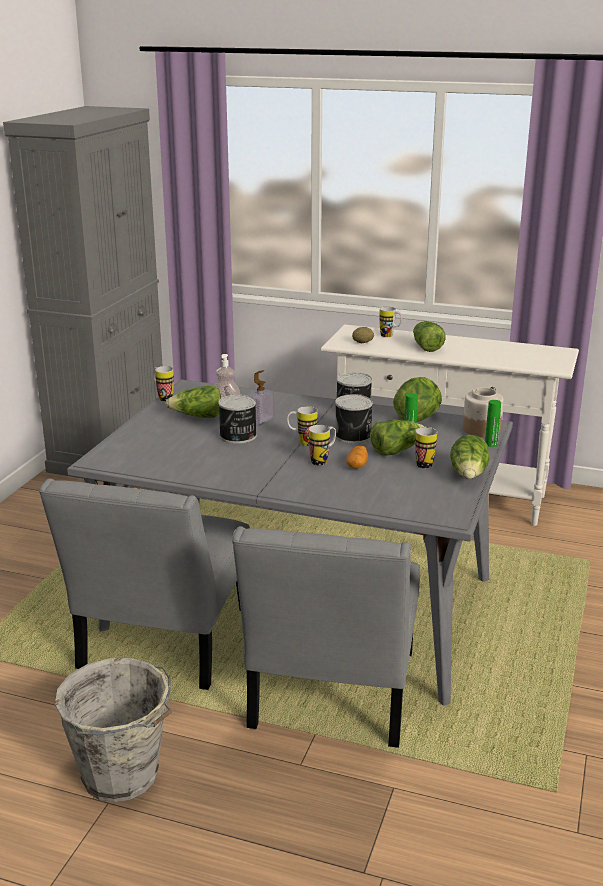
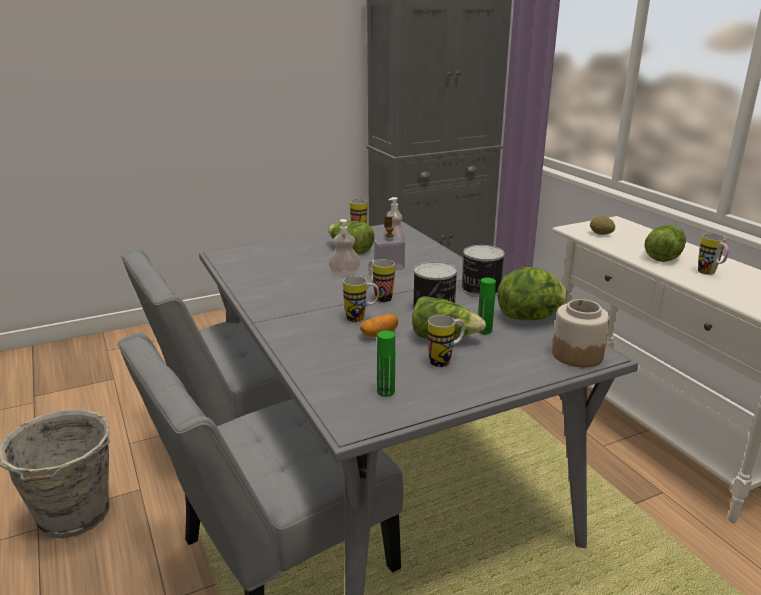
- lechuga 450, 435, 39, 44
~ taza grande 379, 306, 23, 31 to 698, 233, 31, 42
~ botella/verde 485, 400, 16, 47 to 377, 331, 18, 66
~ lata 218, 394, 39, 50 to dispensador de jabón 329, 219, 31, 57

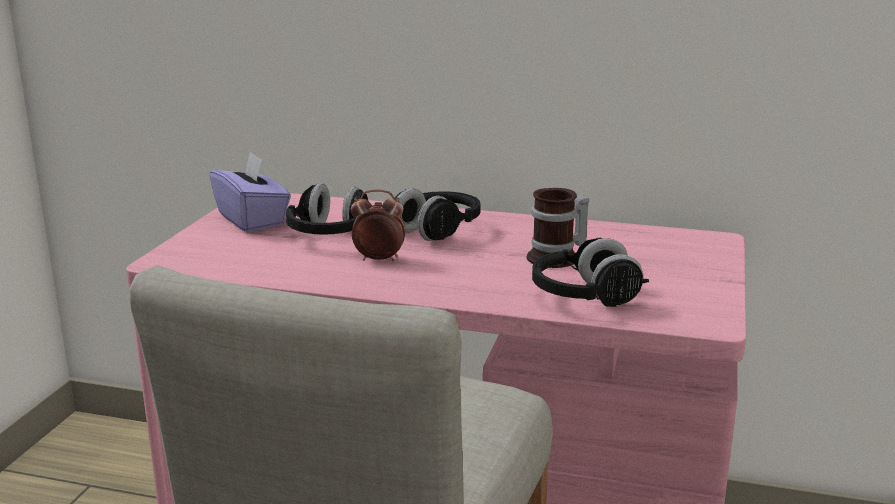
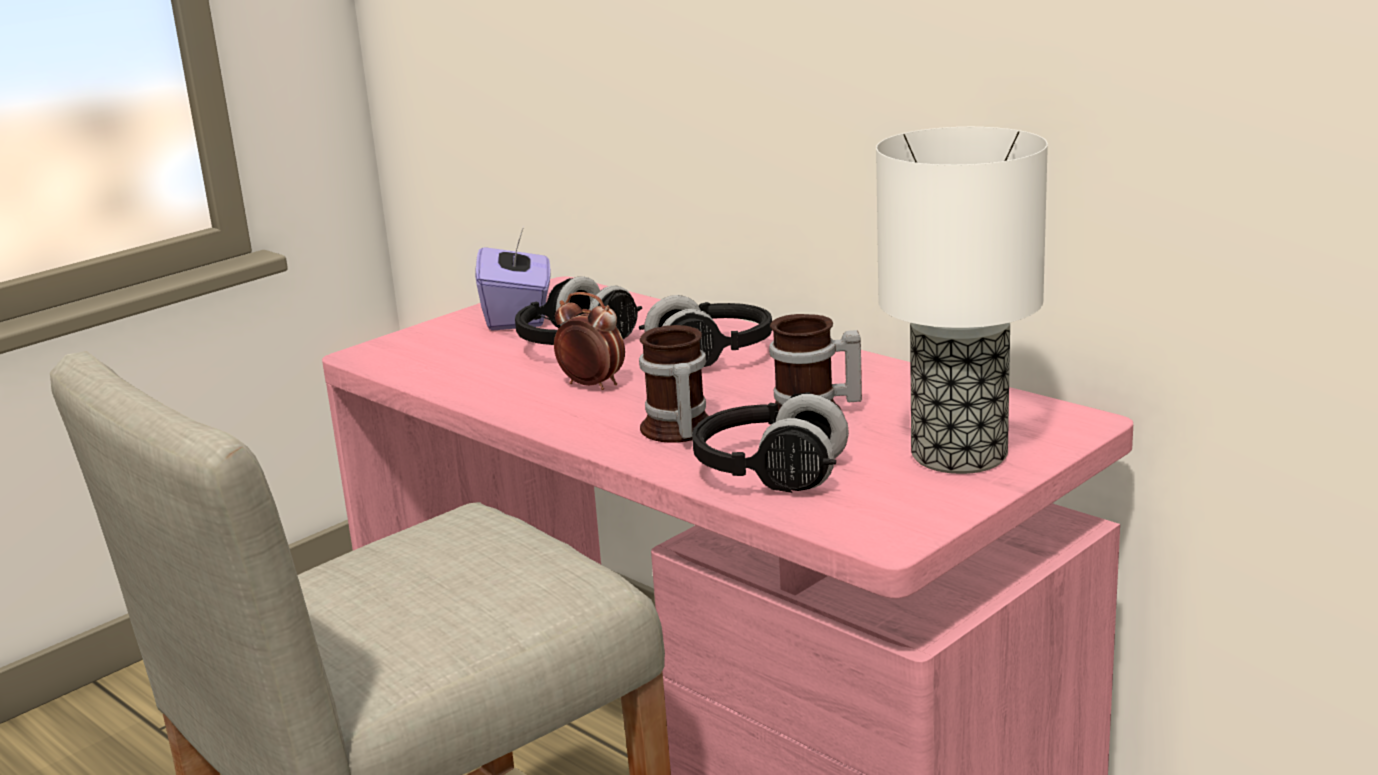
+ taza grande 639, 325, 69, 118
+ lámpara de mesa 876, 127, 172, 347

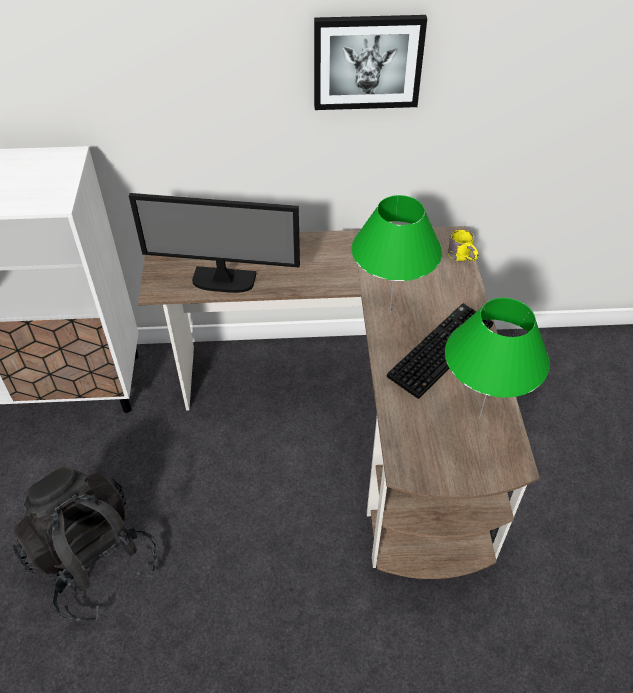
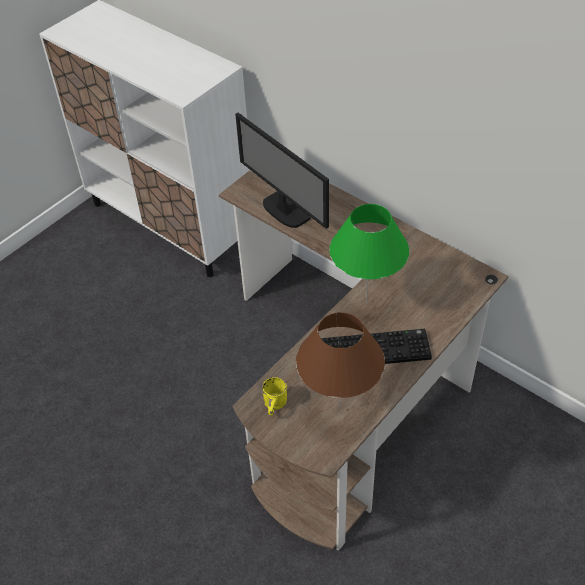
- mochila/negro 13, 467, 145, 154
- cuadro 314, 15, 113, 95
~ taza grande/amarillo 448, 229, 30, 32 to 262, 377, 25, 38
~ lámpara de mesa/verde 445, 298, 105, 121 to lámpara de mesa/marrón 296, 312, 89, 100

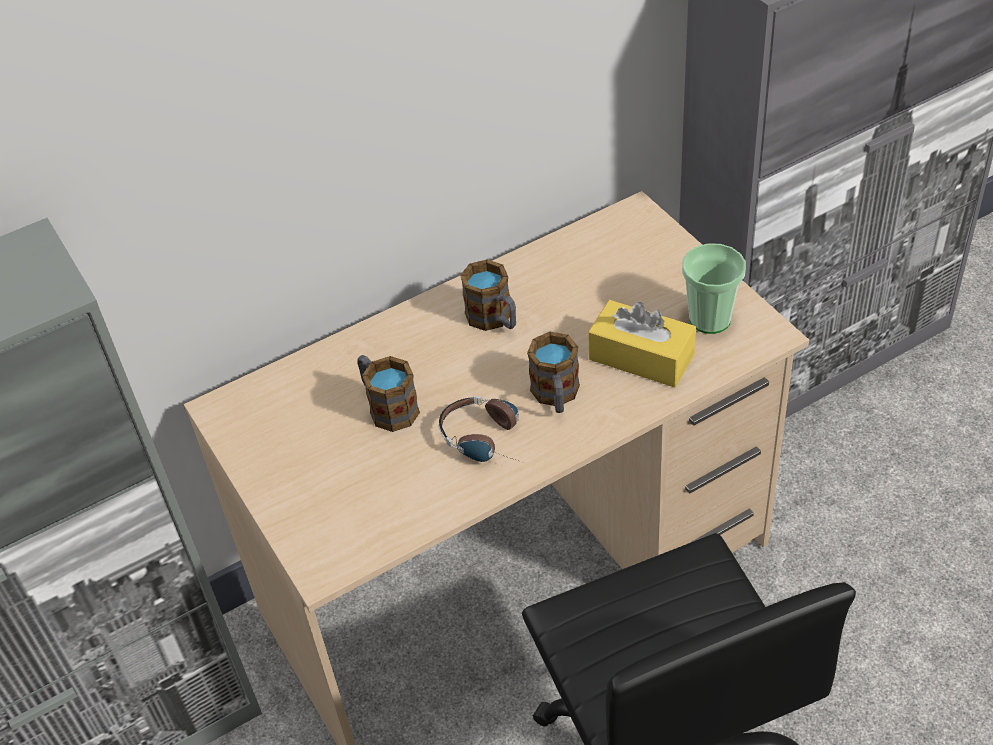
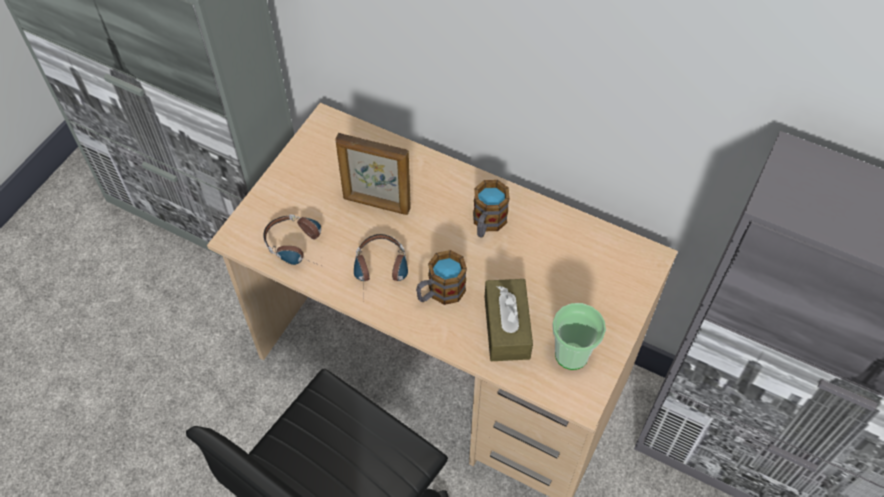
+ auriculares 263, 214, 58, 52
~ taza grande 357, 355, 63, 77 to portarretratos 335, 133, 76, 82
~ caja de pañuelos/amarillo 588, 300, 108, 87 to caja de pañuelos/marrón 485, 279, 48, 82

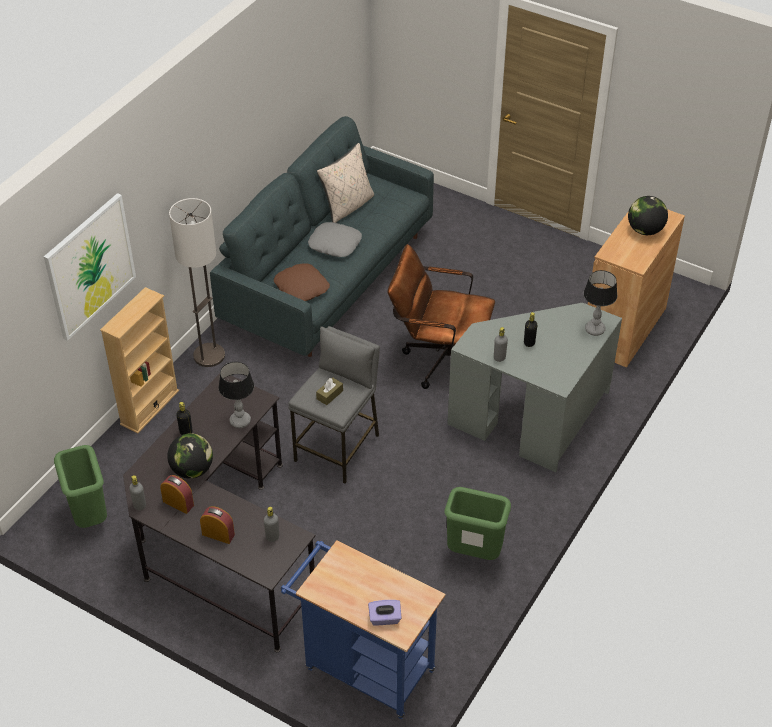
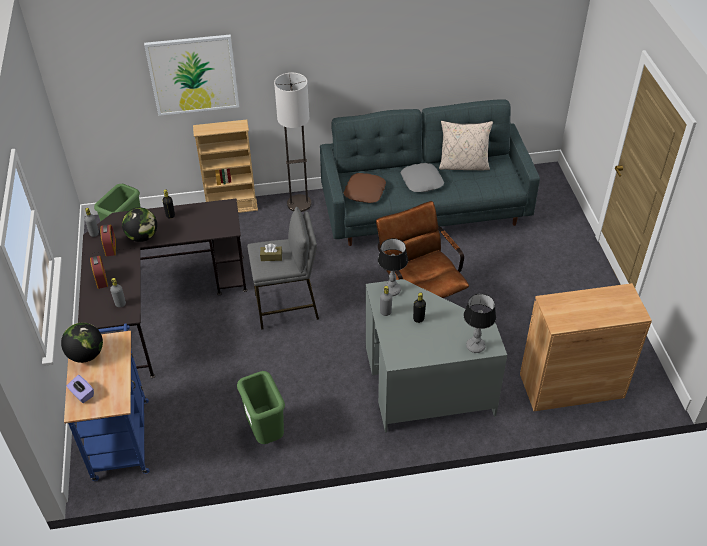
~ lámpara de mesa 218, 362, 36, 66 to 378, 238, 30, 58
~ globo terráqueo 628, 196, 40, 39 to 61, 323, 42, 40

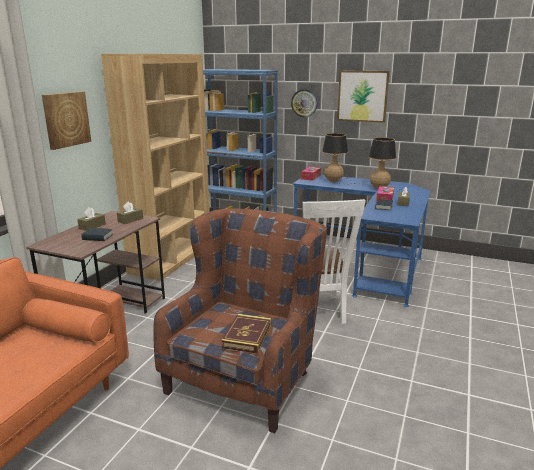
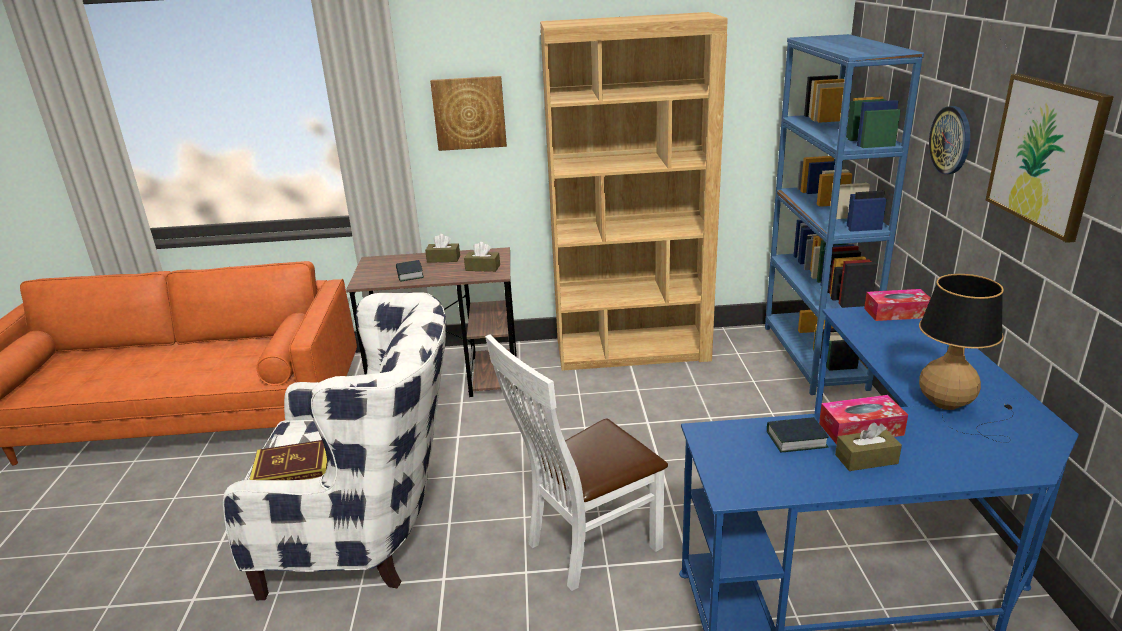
- lámpara de mesa 322, 133, 36, 52
~ sillón/marrón 154, 208, 173, 225 to sillón/blanco 223, 292, 223, 308

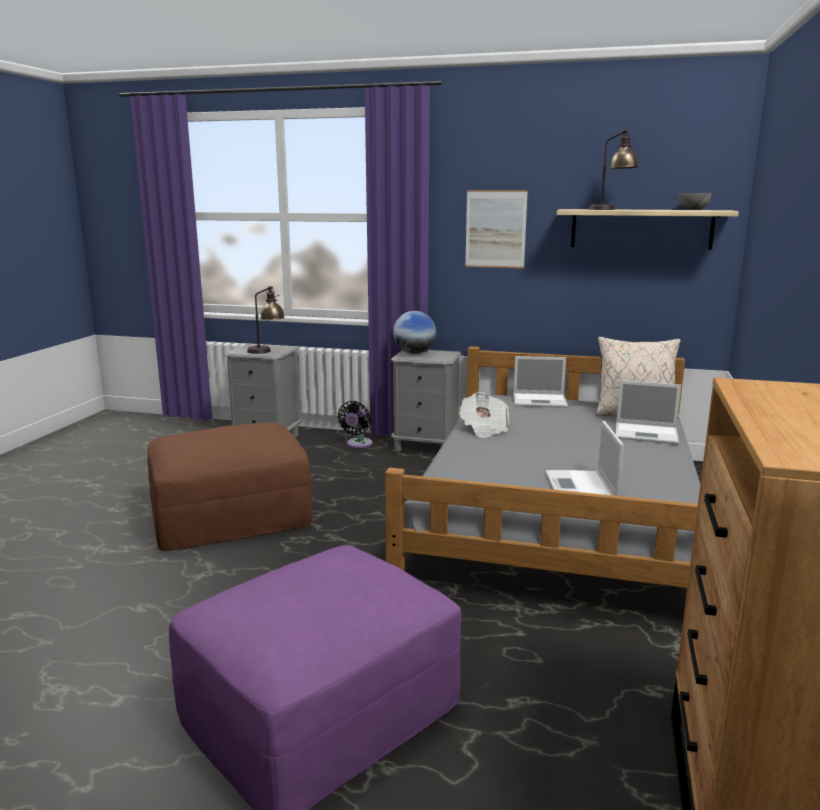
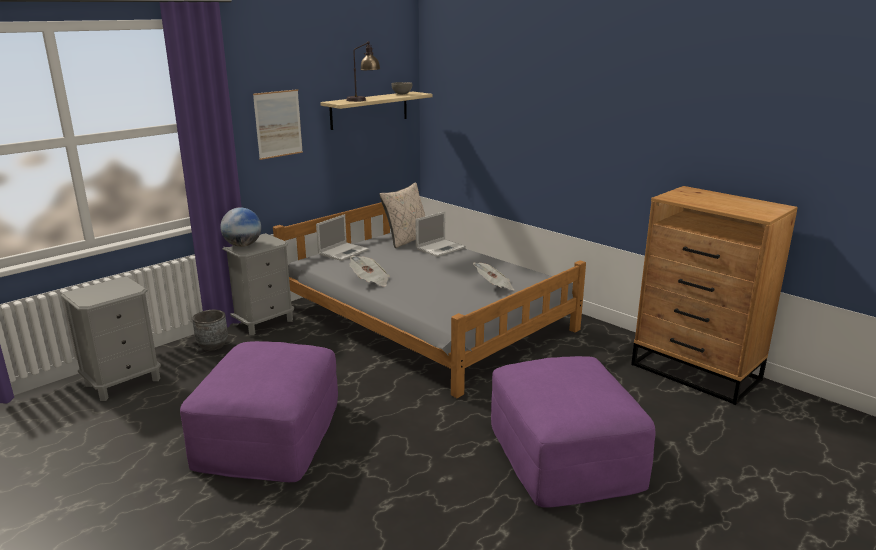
- lámpara de mesa 247, 286, 38, 68
~ ventilador/negro 338, 401, 35, 47 to maceta/gris 192, 310, 36, 41
~ portátil 545, 421, 79, 75 to periódico 473, 263, 41, 27
~ puf/marrón 147, 422, 166, 129 to puf/morado 180, 341, 158, 141

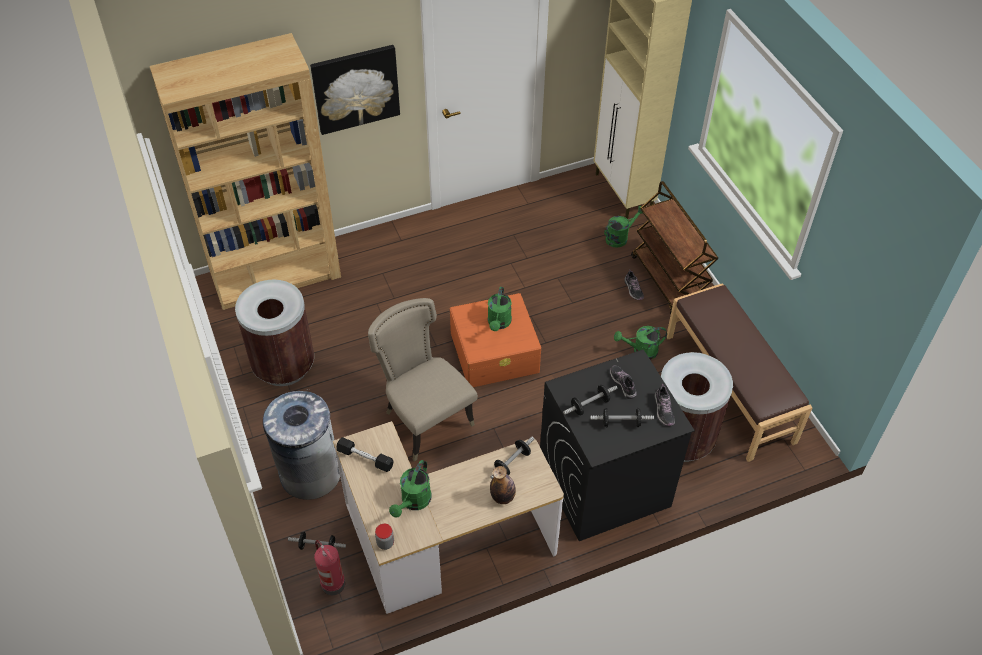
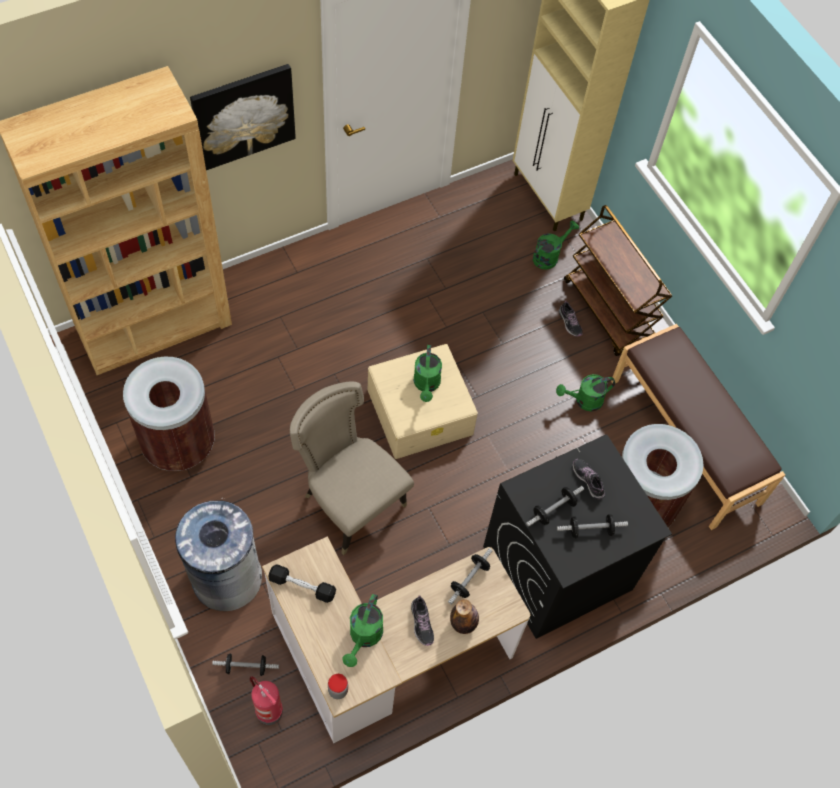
~ zapato 654, 384, 21, 42 to 411, 595, 23, 51
~ caja de almacenaje/naranja 450, 293, 91, 94 to caja de almacenaje/beis 368, 344, 110, 115

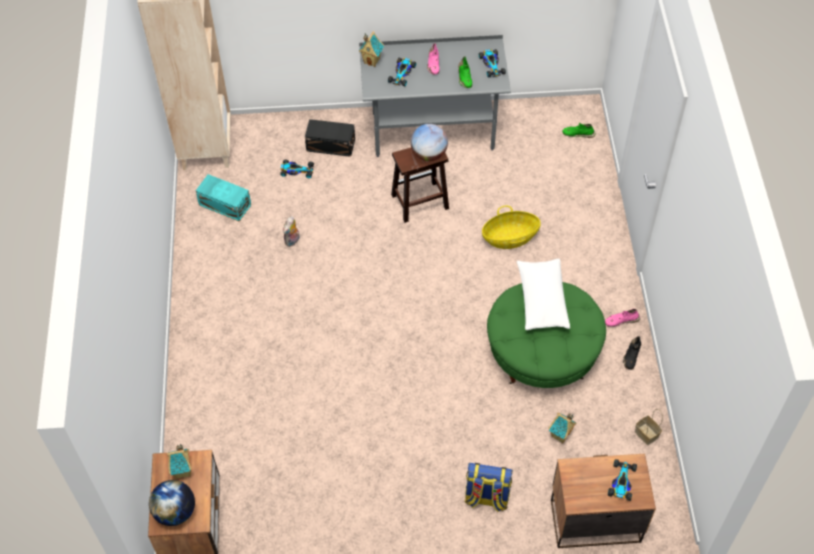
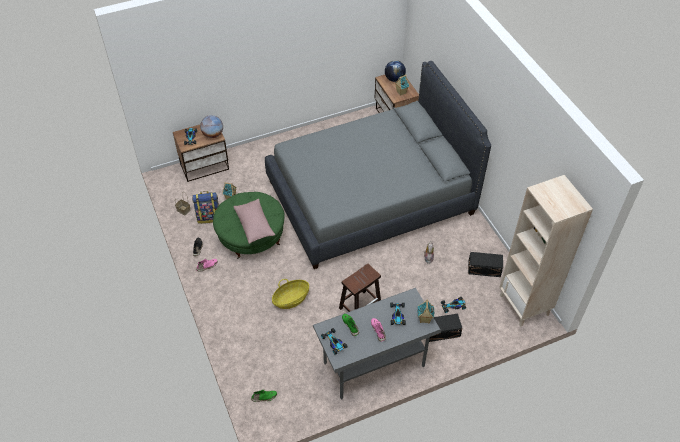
+ cama/gris 265, 61, 226, 208
~ globo terráqueo 411, 124, 37, 37 to 200, 115, 23, 23
~ mochila 465, 463, 48, 49 to 192, 191, 27, 33
~ caja de almacenaje/turquesa 196, 174, 55, 48 to caja de almacenaje/negro 468, 252, 35, 25
~ cojín/blanco 517, 259, 53, 71 to cojín/rosa 234, 199, 41, 45

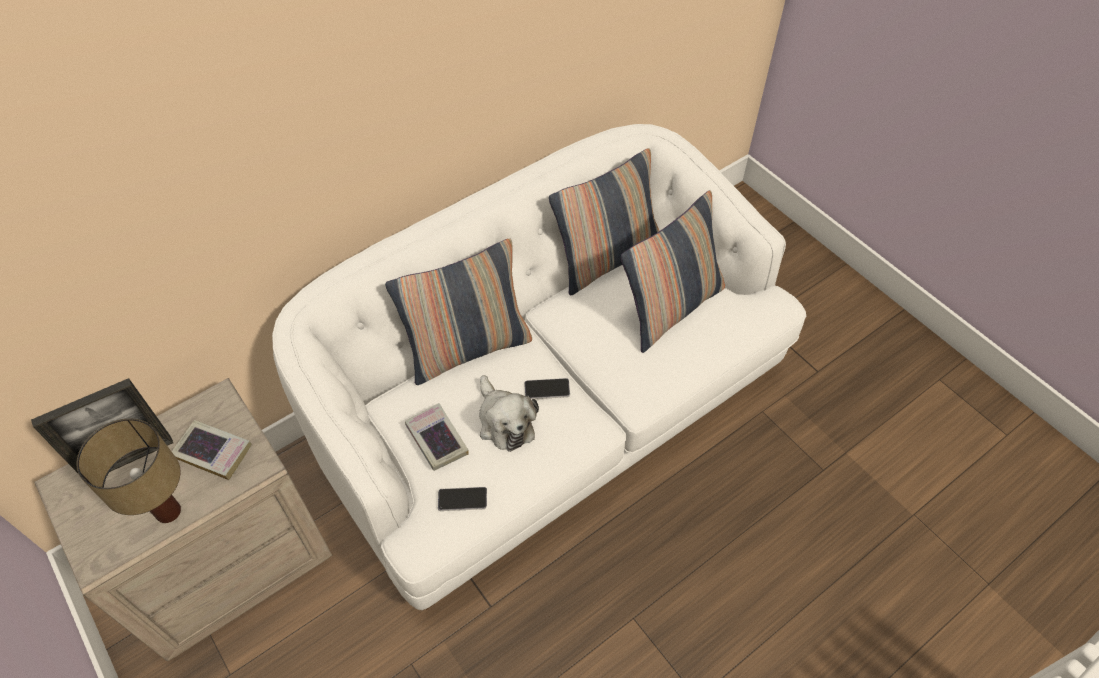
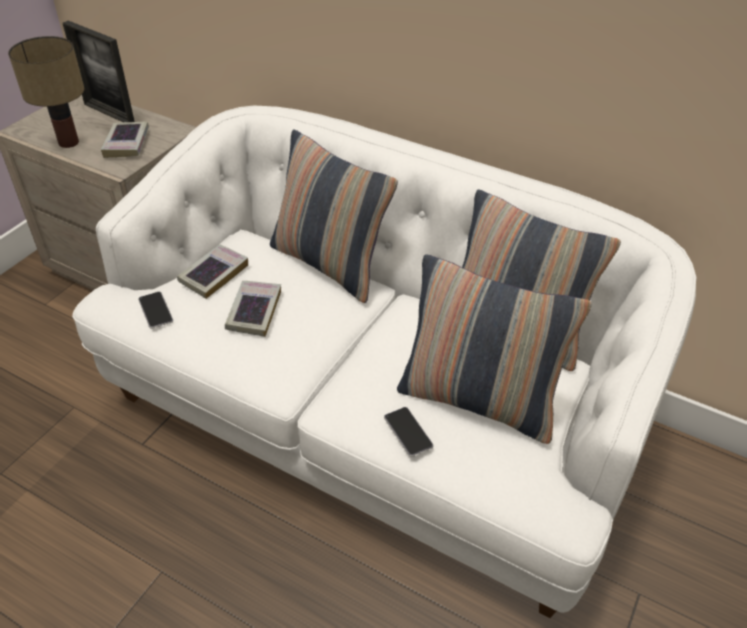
~ móvil 525, 378, 45, 21 to 384, 407, 50, 50
~ peluche 479, 375, 60, 77 to libro 225, 281, 56, 56

